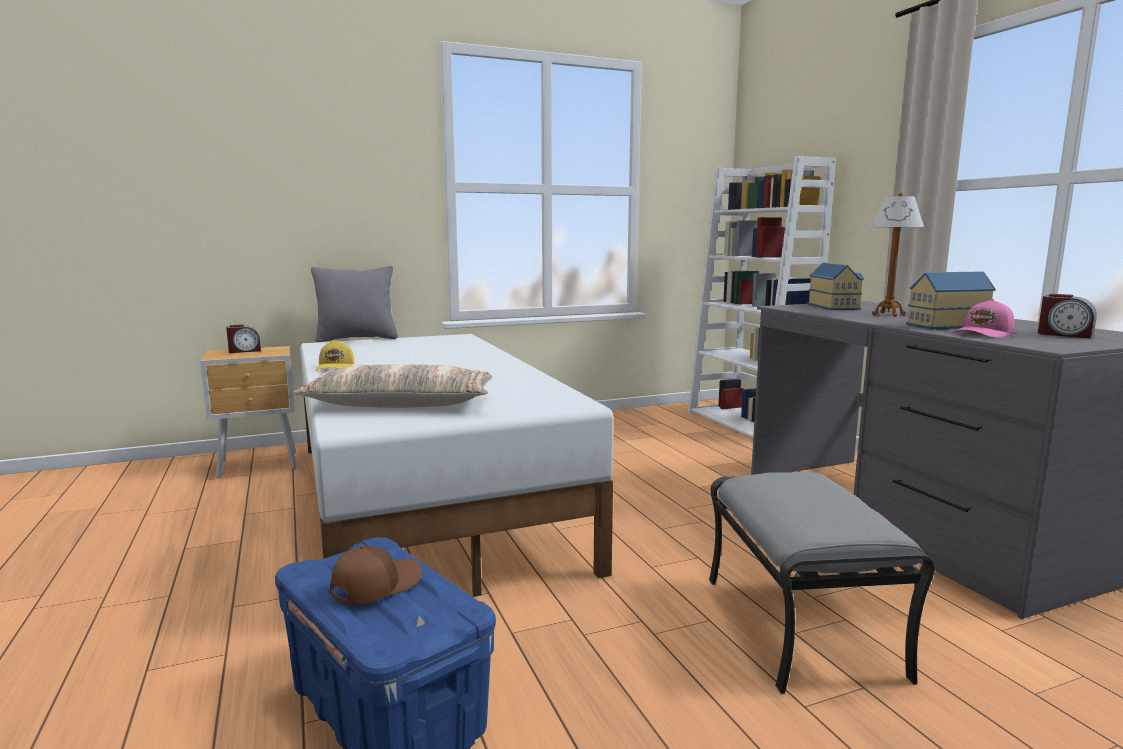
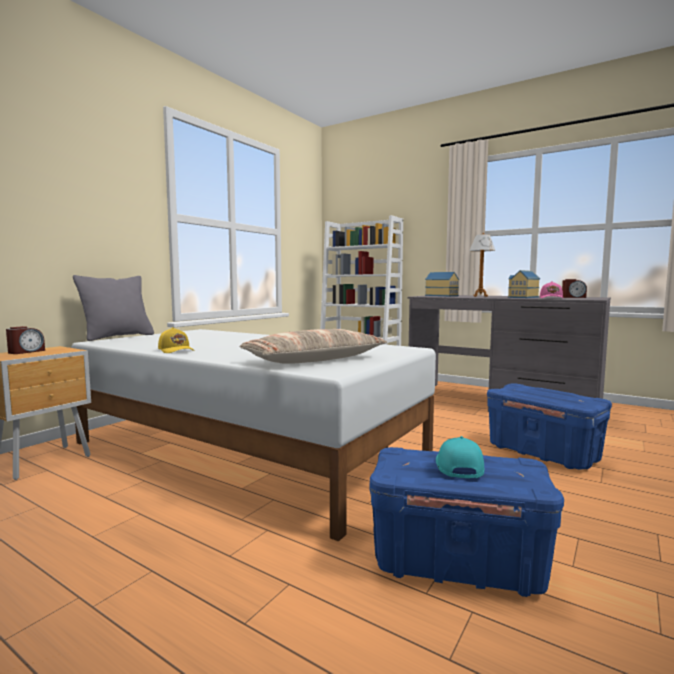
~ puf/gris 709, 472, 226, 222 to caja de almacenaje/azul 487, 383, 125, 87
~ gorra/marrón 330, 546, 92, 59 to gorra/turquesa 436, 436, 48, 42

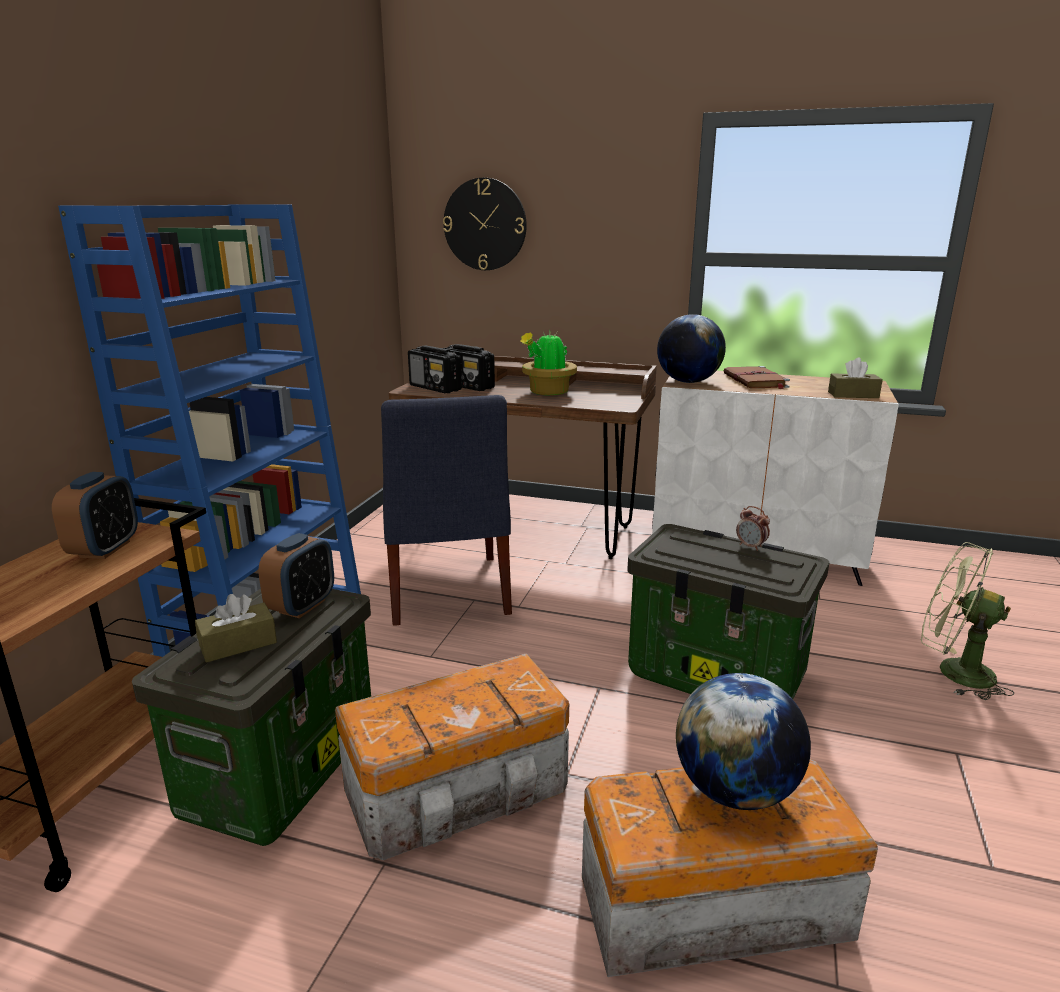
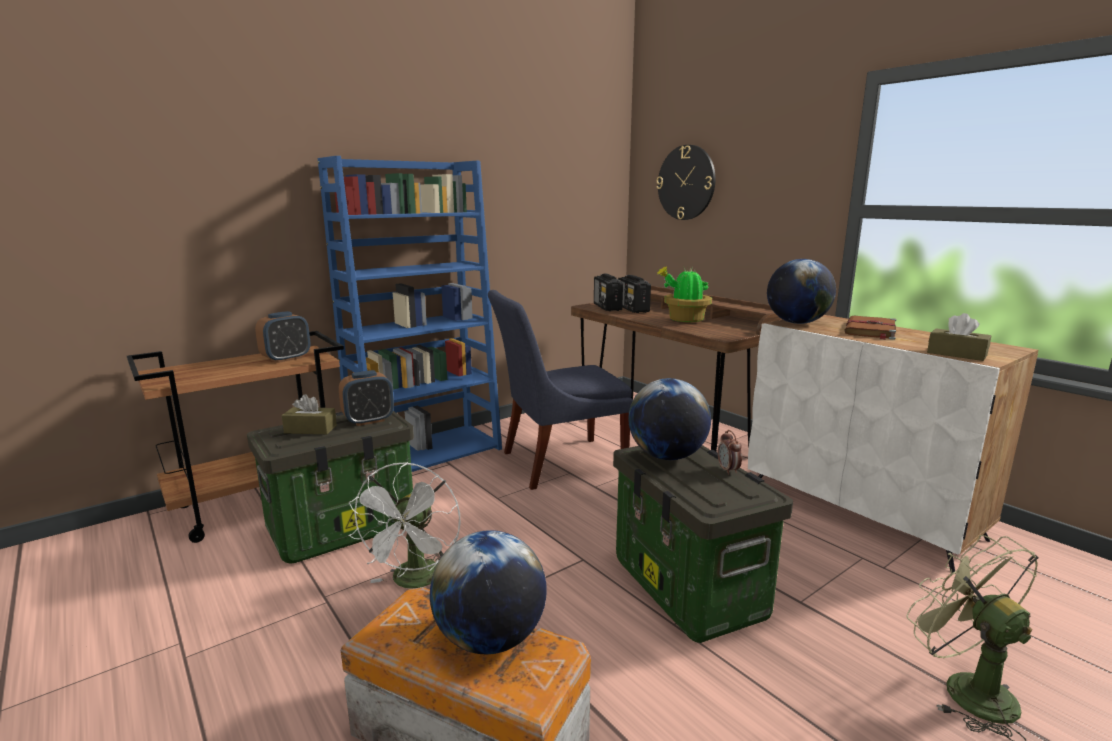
+ globo terráqueo 628, 378, 83, 82
~ caja de almacenaje 335, 654, 234, 206 to ventilador/blanco 348, 462, 113, 127
~ silla/azul 381, 395, 131, 231 = 488, 290, 145, 200 45 degrees clockwise

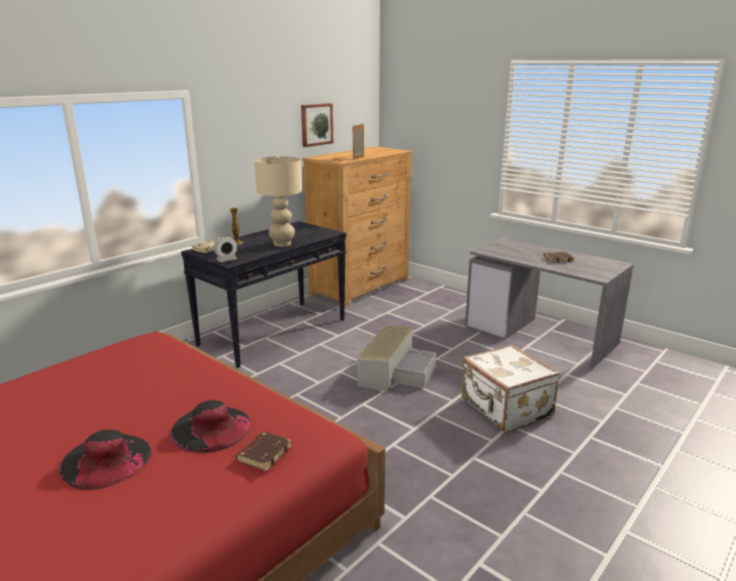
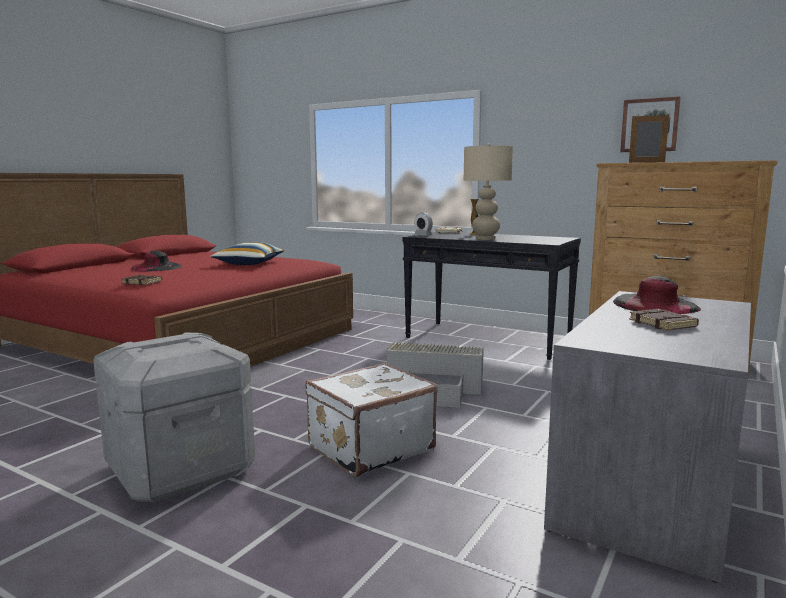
+ caja de almacenaje/gris 93, 333, 162, 169
+ cojín 210, 242, 74, 23
~ sombrero/negro 170, 400, 81, 52 to 613, 276, 88, 38

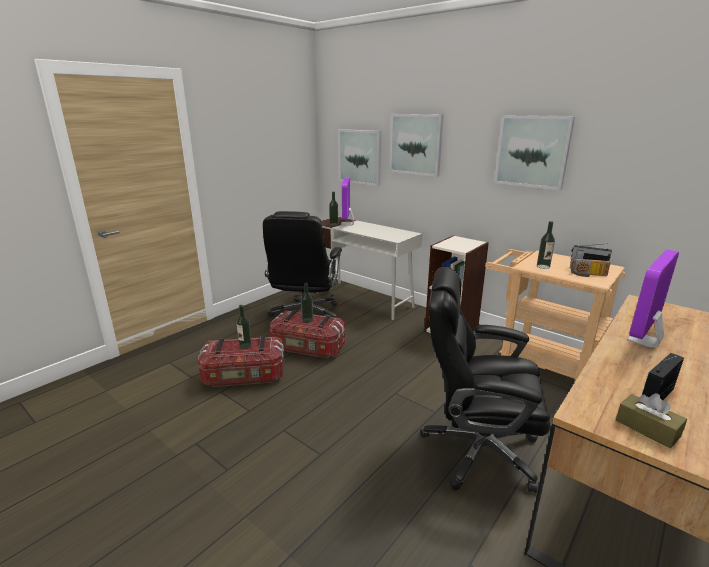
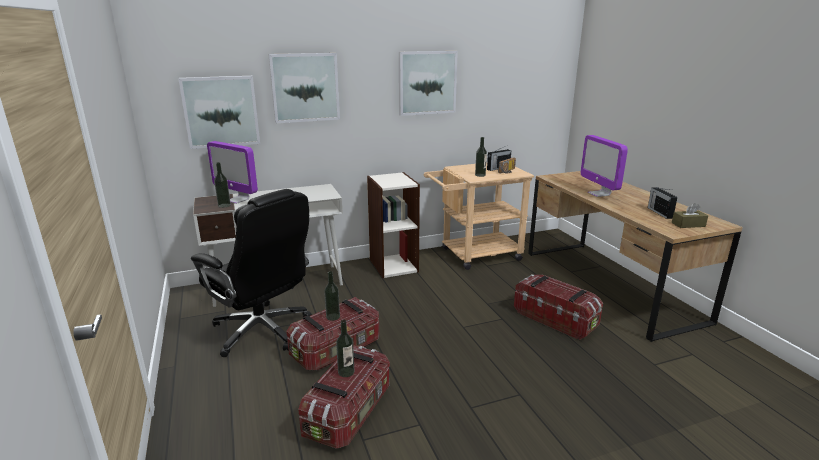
~ silla de oficina/negro 420, 267, 130, 226 to caja de almacenaje 514, 274, 89, 66

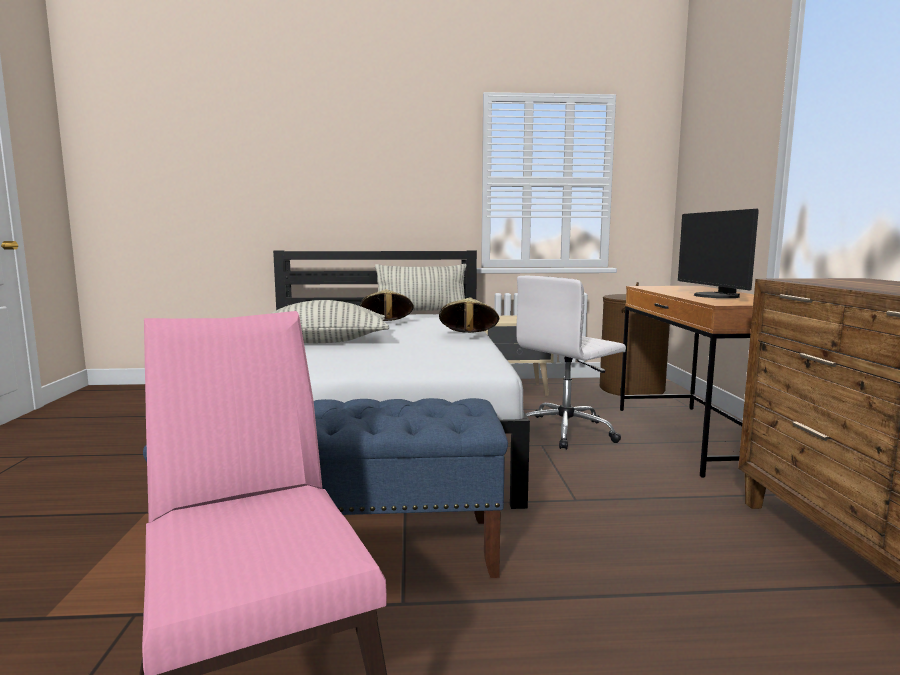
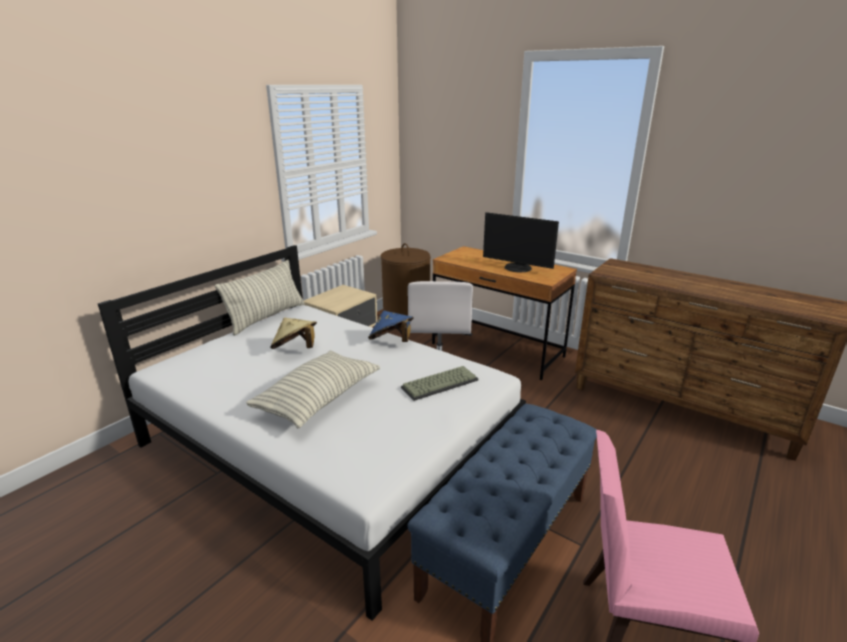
+ teclado 401, 366, 77, 35
~ sombrero/beis 439, 297, 60, 36 to sombrero/azul 368, 310, 46, 32

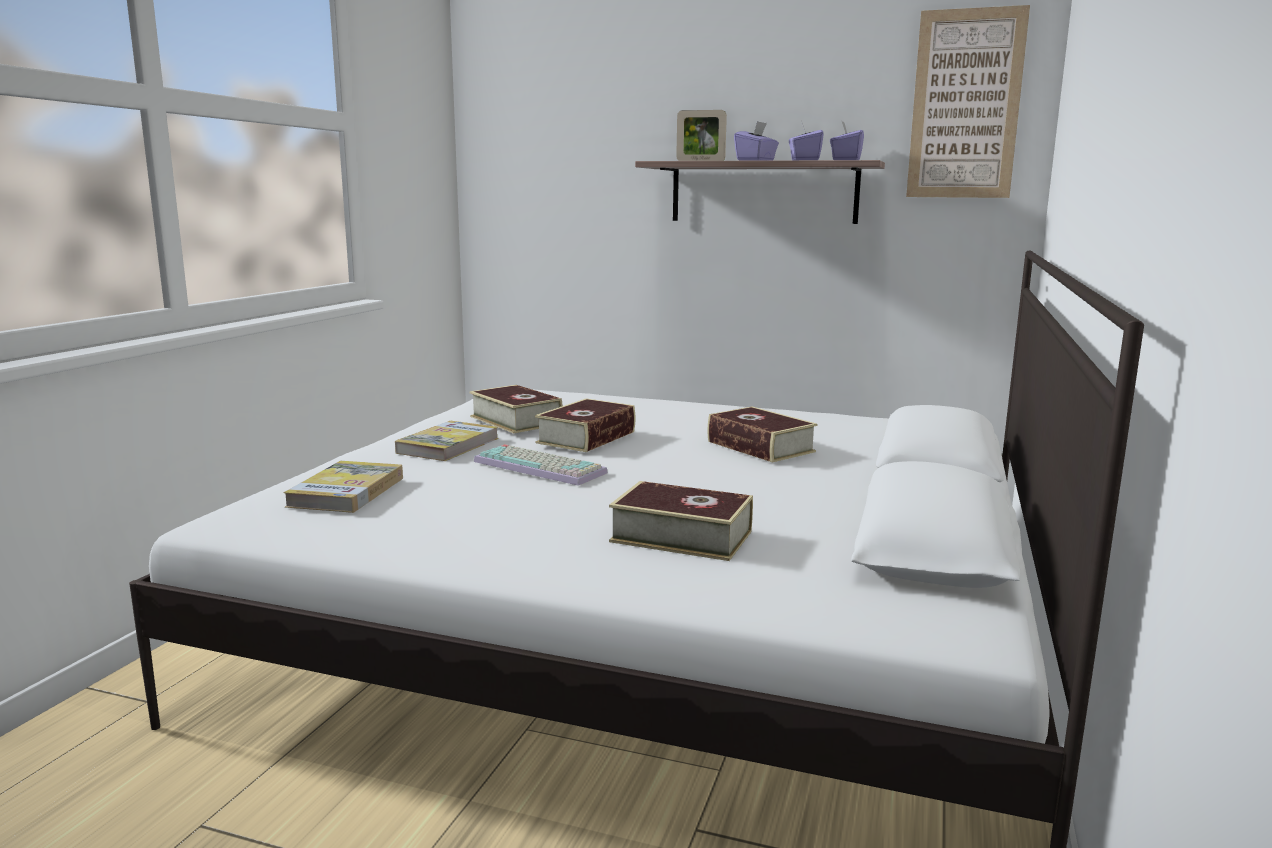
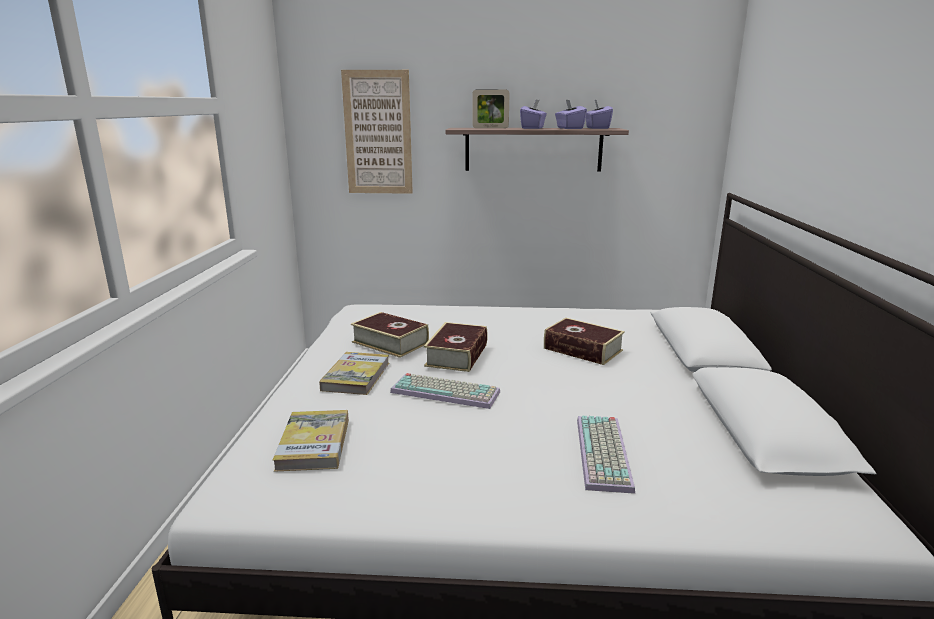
~ cuadro 906, 5, 124, 193 to 341, 70, 72, 124
~ libro 609, 481, 144, 80 to teclado 577, 416, 58, 78

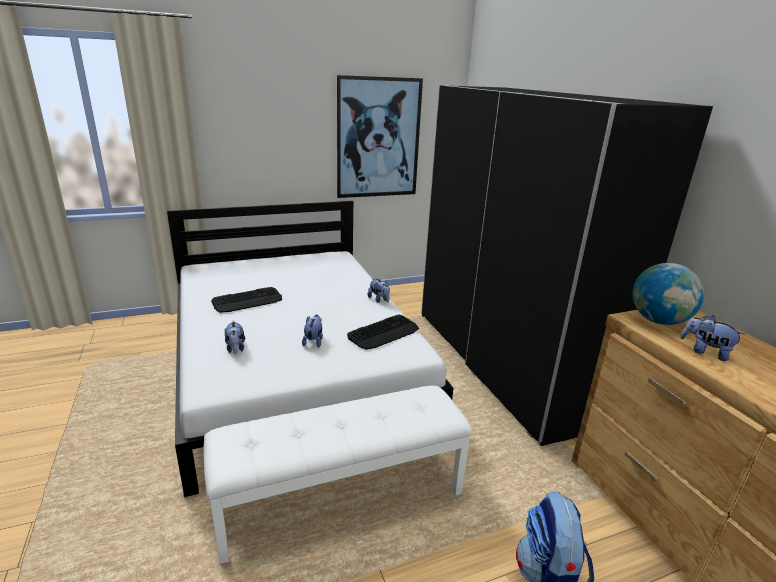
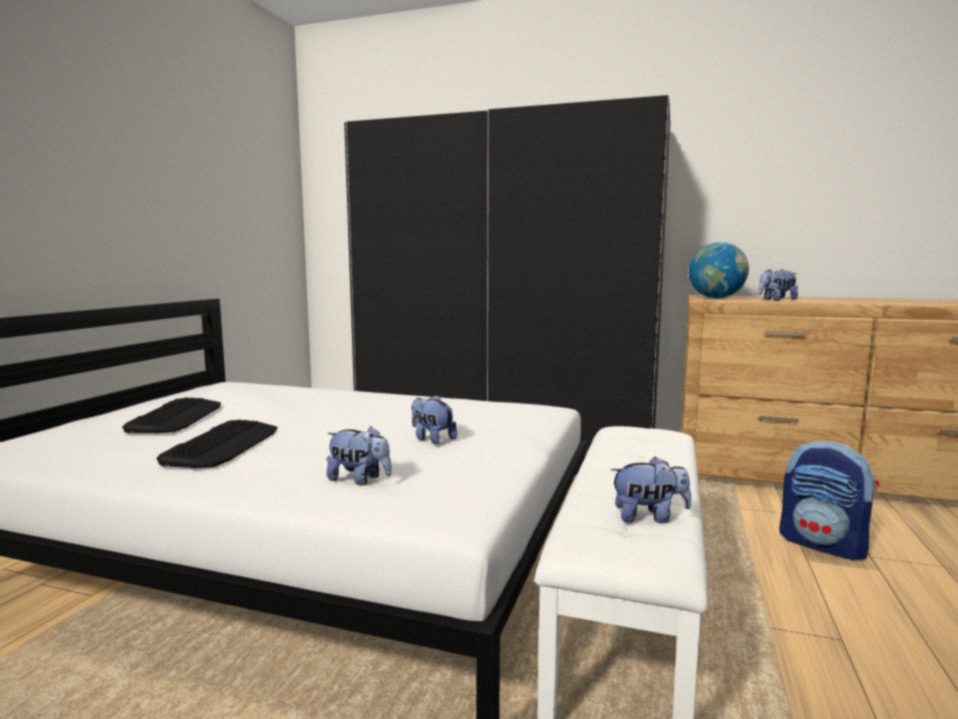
- cuadro 337, 75, 86, 123
~ teclado 347, 315, 72, 35 to 122, 398, 99, 35
~ peluche 368, 278, 22, 25 to 610, 457, 81, 66

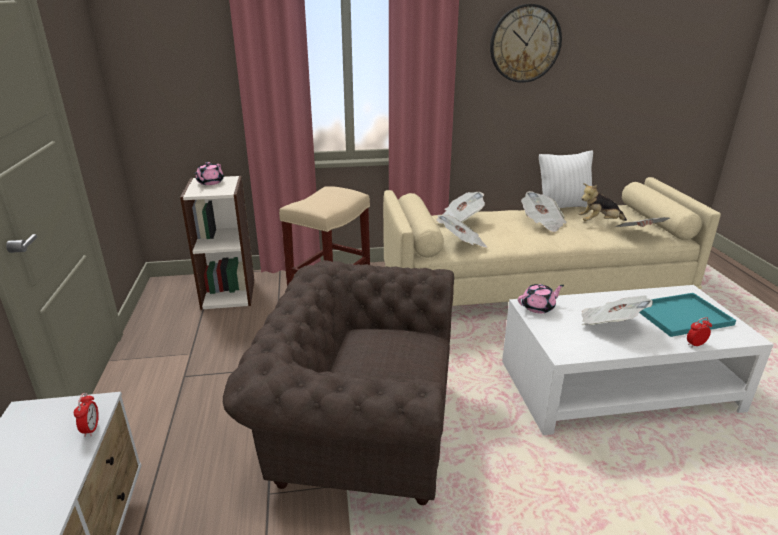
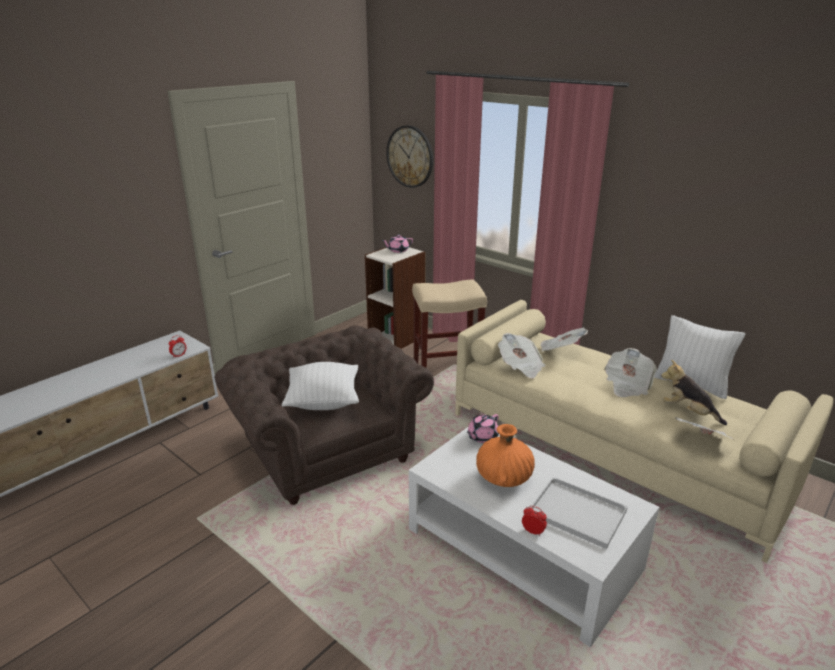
+ cojín/blanco 282, 362, 77, 48
~ reloj de pared 490, 4, 72, 79 to 386, 125, 47, 63
~ periódico 582, 295, 71, 30 to florero/naranja 476, 424, 59, 63
~ bandeja/turquesa 639, 293, 97, 44 to bandeja/blanco 531, 477, 97, 72
~ tetera/rosa 518, 284, 46, 29 = 467, 414, 32, 29 105 degrees clockwise

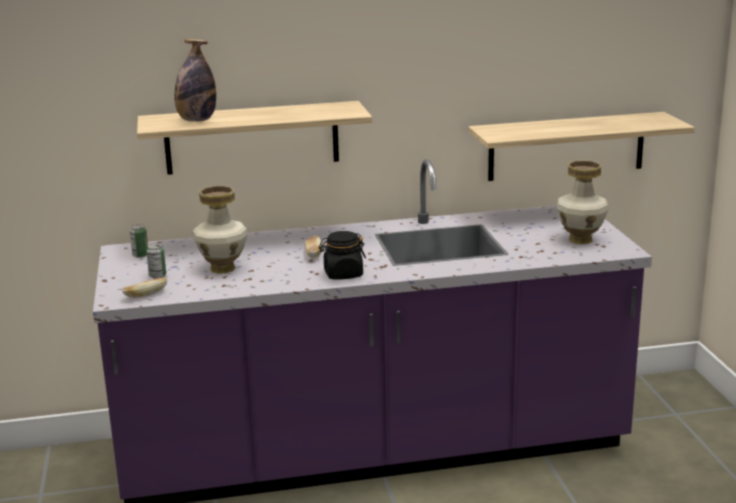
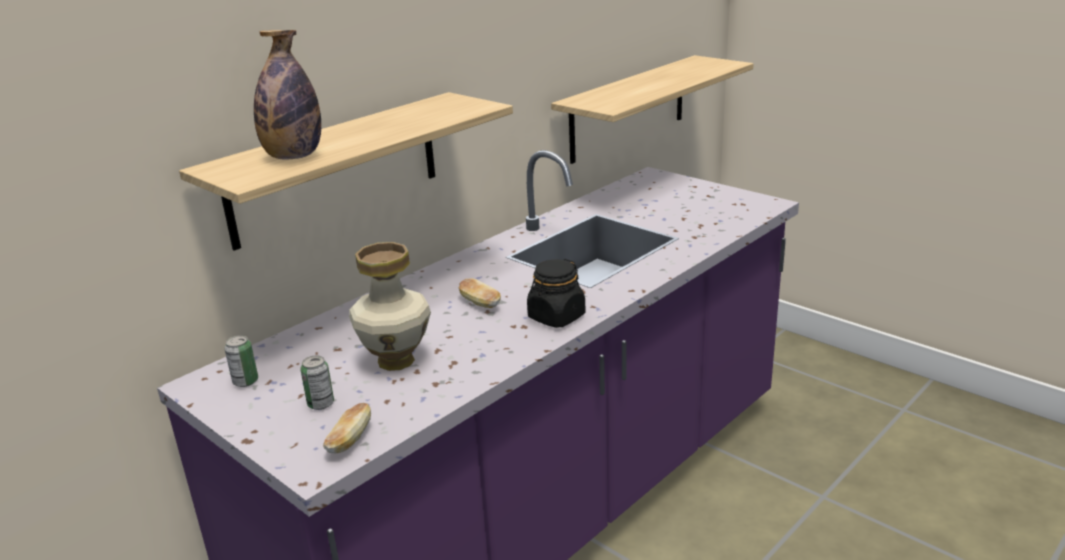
- florero 557, 160, 51, 84

